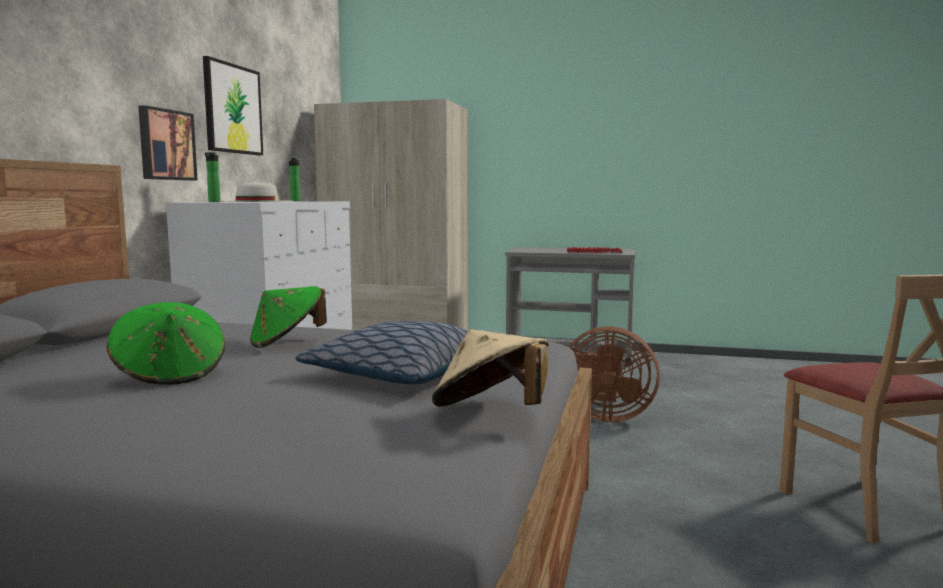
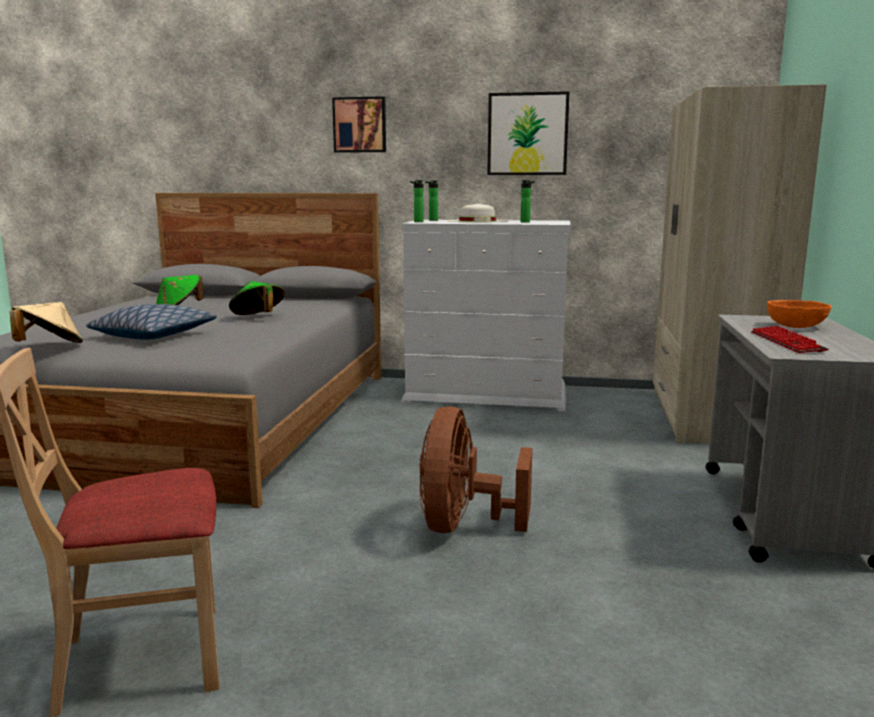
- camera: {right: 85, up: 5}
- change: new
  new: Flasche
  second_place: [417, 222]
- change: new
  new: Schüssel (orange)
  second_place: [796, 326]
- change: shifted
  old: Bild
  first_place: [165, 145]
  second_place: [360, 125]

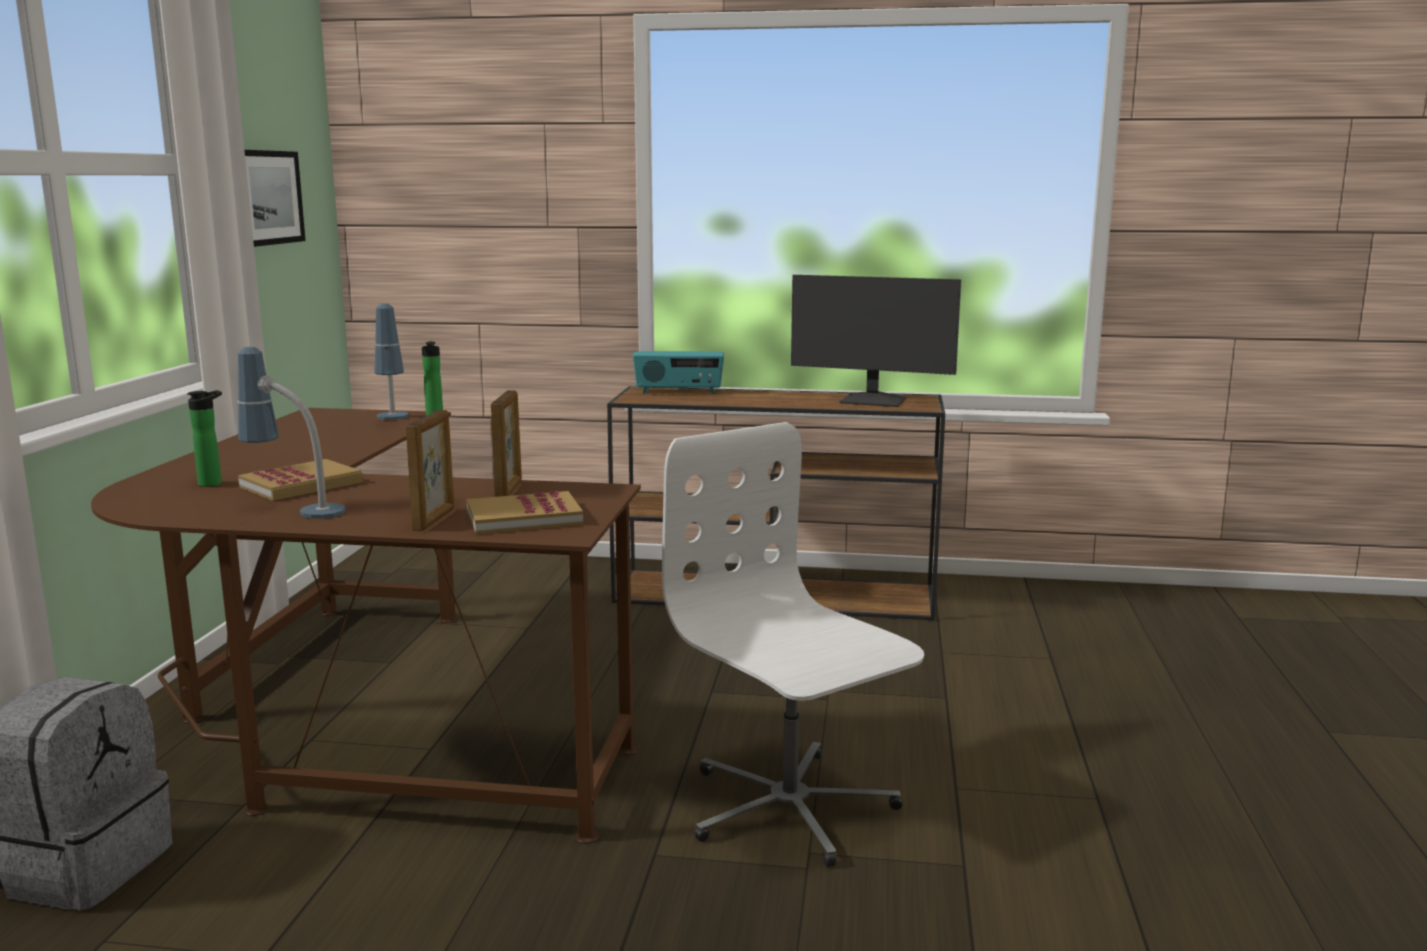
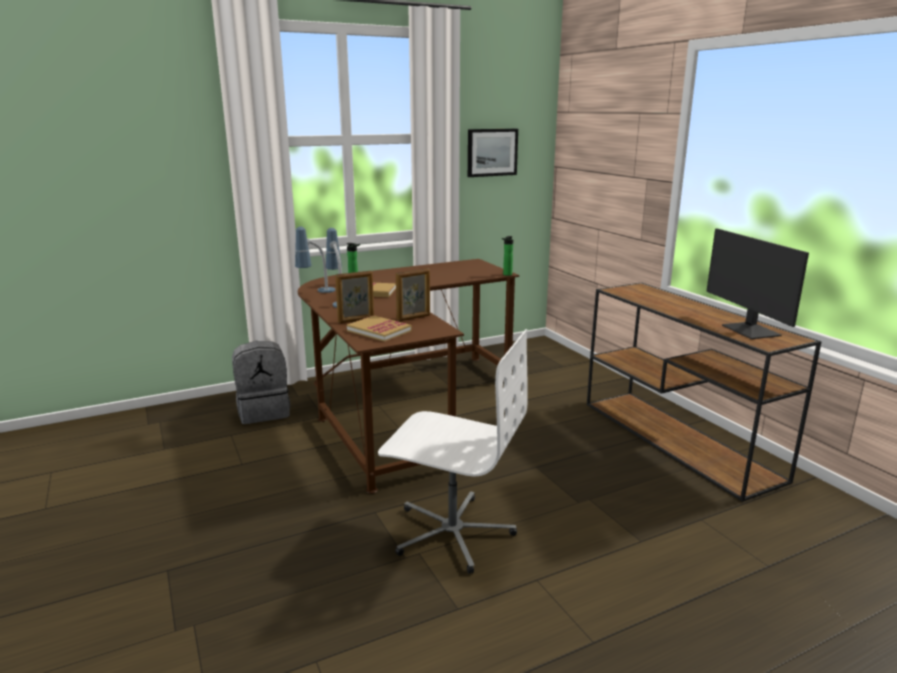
- camera: {right: 55, up: 5}
- change: gone
  old: Radio
  first_place: [679, 392]
- change: shifted
  old: Tischlampe
  first_place: [392, 421]
  second_place: [316, 293]
- change: rotated
  old: Bürostuhl (weiß)
  first_place: [788, 807]
  second_place: [452, 532]
  degrees: 90

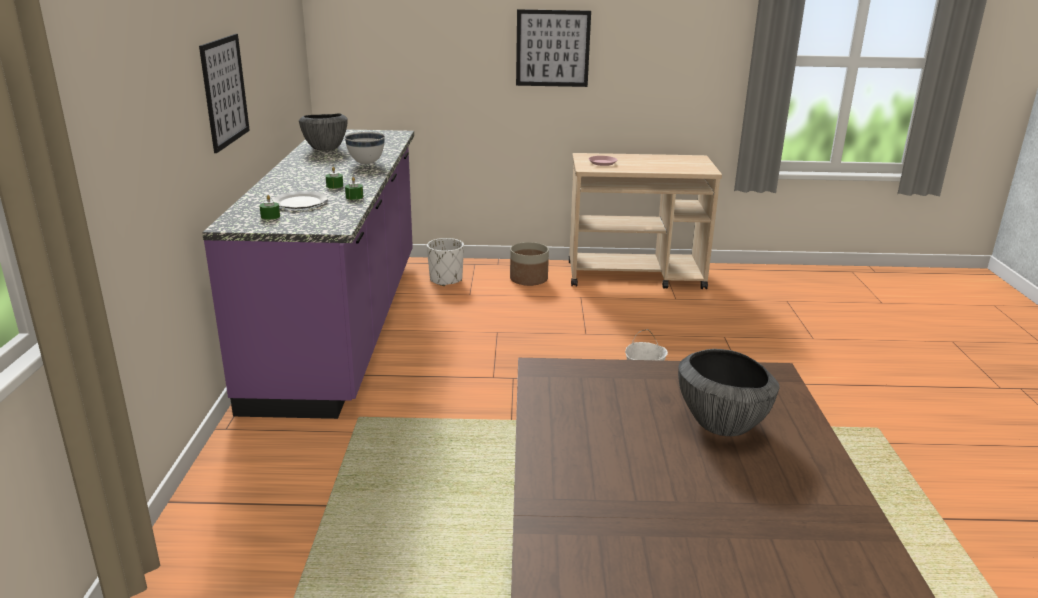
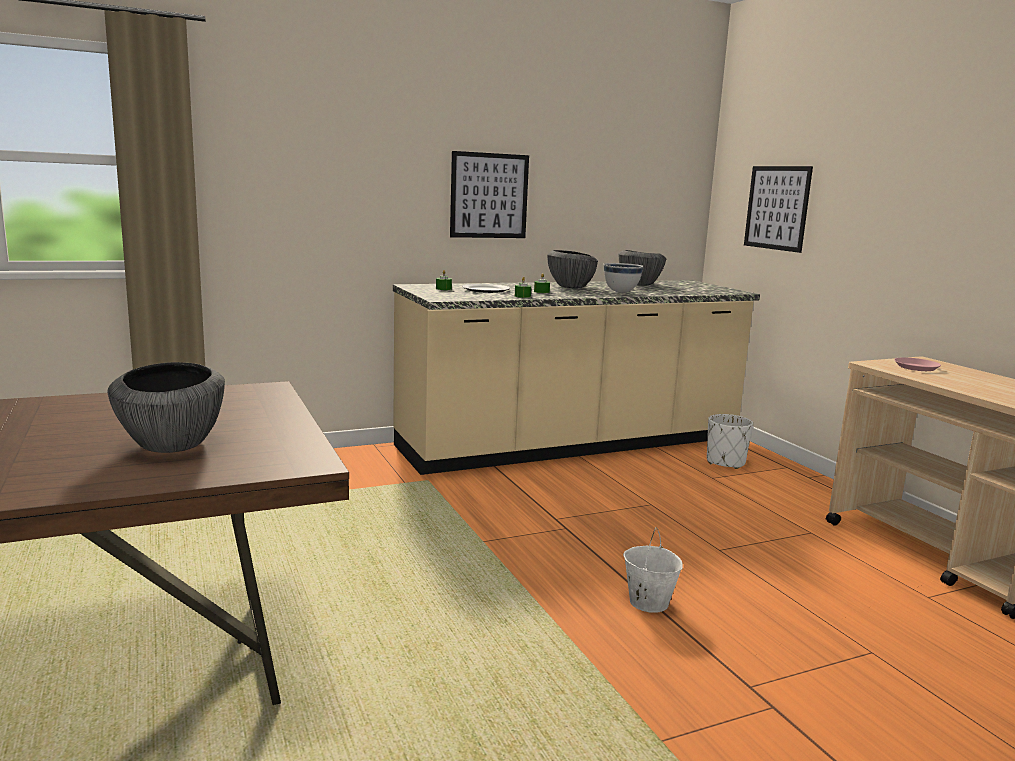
- camera: {right: 65, up: -10}
- change: gone
  old: Pflanzkübel
  first_place: [528, 279]
- change: new
  new: Schüssel
  second_place: [571, 287]
- change: shifted
  old: Bild
  first_place: [552, 48]
  second_place: [777, 208]
- change: repainted
  old: Küchenzeile (lila)
  new: Küchenzeile (beige)
  first_place: [343, 325]
  second_place: [571, 445]

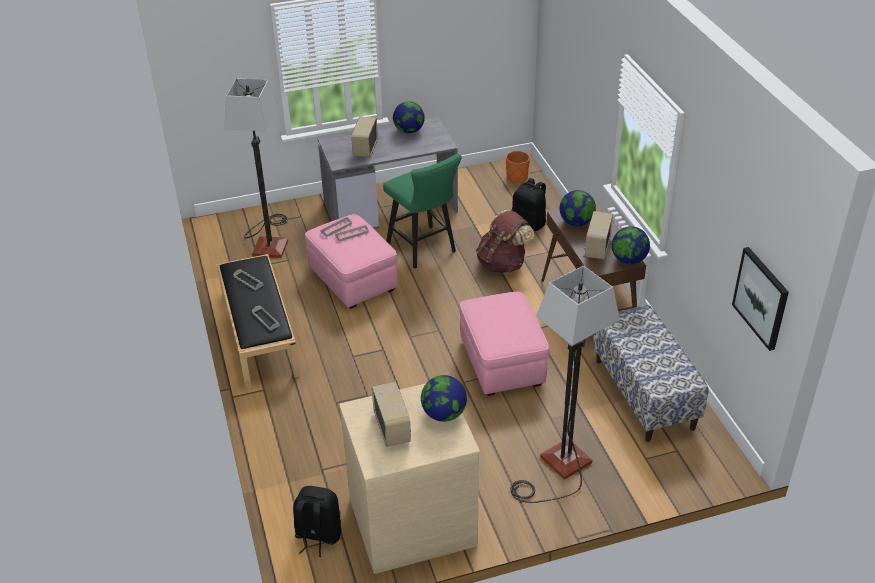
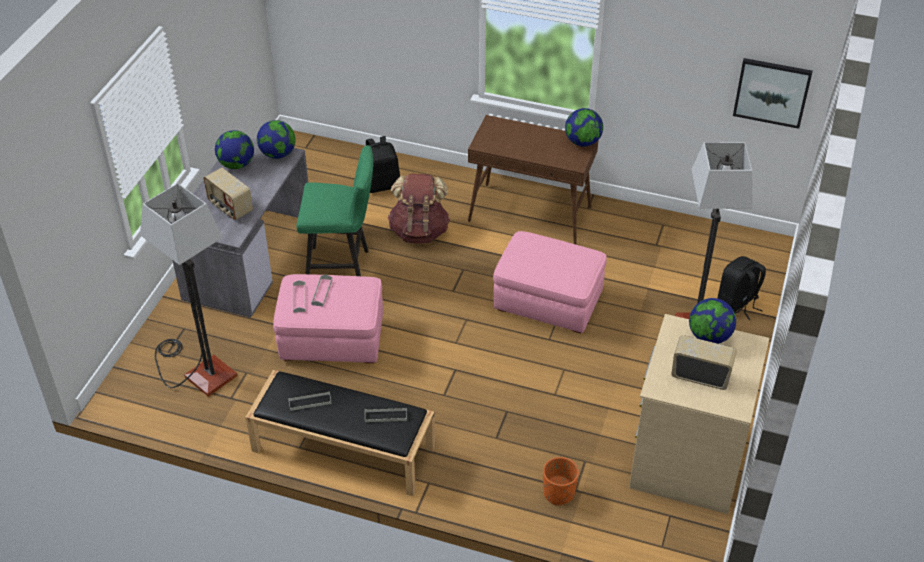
- camera: {right: -55, up: 5}
- change: gone
  old: Radio
  first_place: [597, 248]
- change: gone
  old: Bank
  first_place: [644, 394]
- change: shifted
  old: Rucksack (schwarz)
  first_place: [318, 536]
  second_place: [737, 304]
- change: shifted
  old: Pflanzkübel (orange)
  first_place: [517, 177]
  second_place: [558, 493]
- change: shifted
  old: Globus
  first_place: [576, 223]
  second_place: [278, 154]

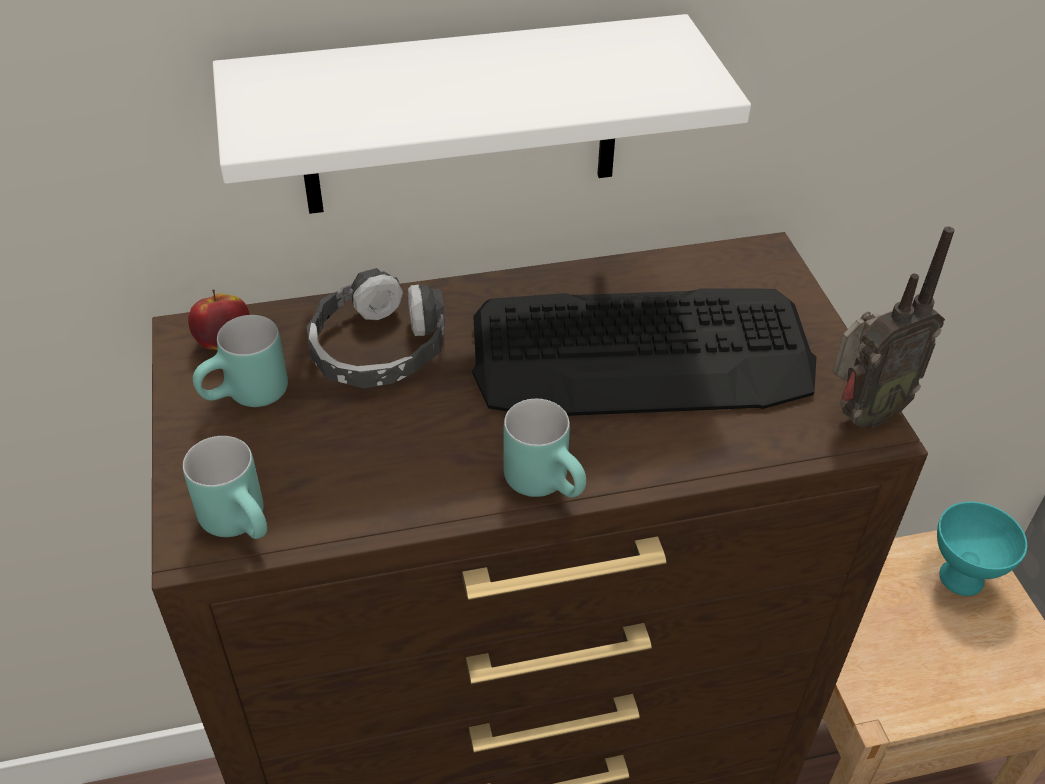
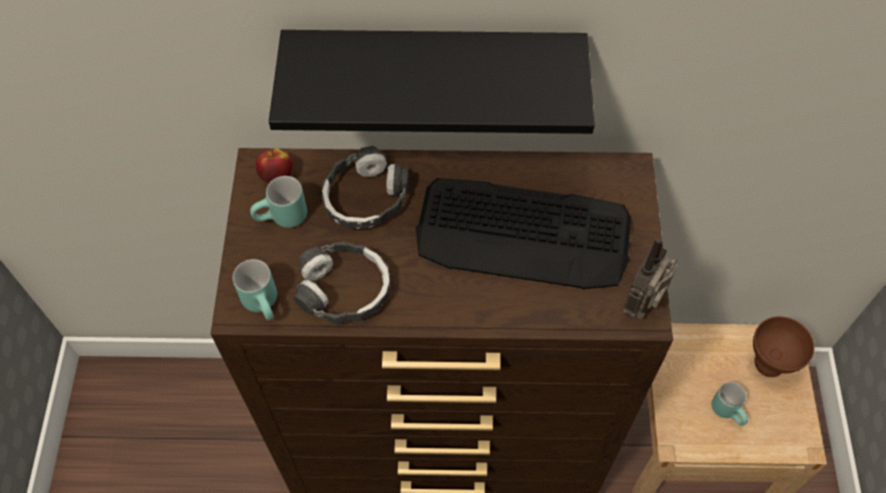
- camera: {right: 15, up: 15}
- change: new
  new: Kopfhörer
  second_place: [344, 289]
- change: shifted
  old: Henkelbecher (türkis)
  first_place: [549, 483]
  second_place: [729, 411]
- change: repainted
  old: Wandregal (weiß)
  new: Wandregal (schwarz)
  first_place: [460, 117]
  second_place: [434, 69]
- change: repainted
  old: Schüssel (türkis)
  new: Schüssel (braun)
  first_place: [962, 579]
  second_place: [769, 364]
- change: rotated
  old: Radio
  first_place: [861, 414]
  second_place: [643, 305]
  degrees: 135

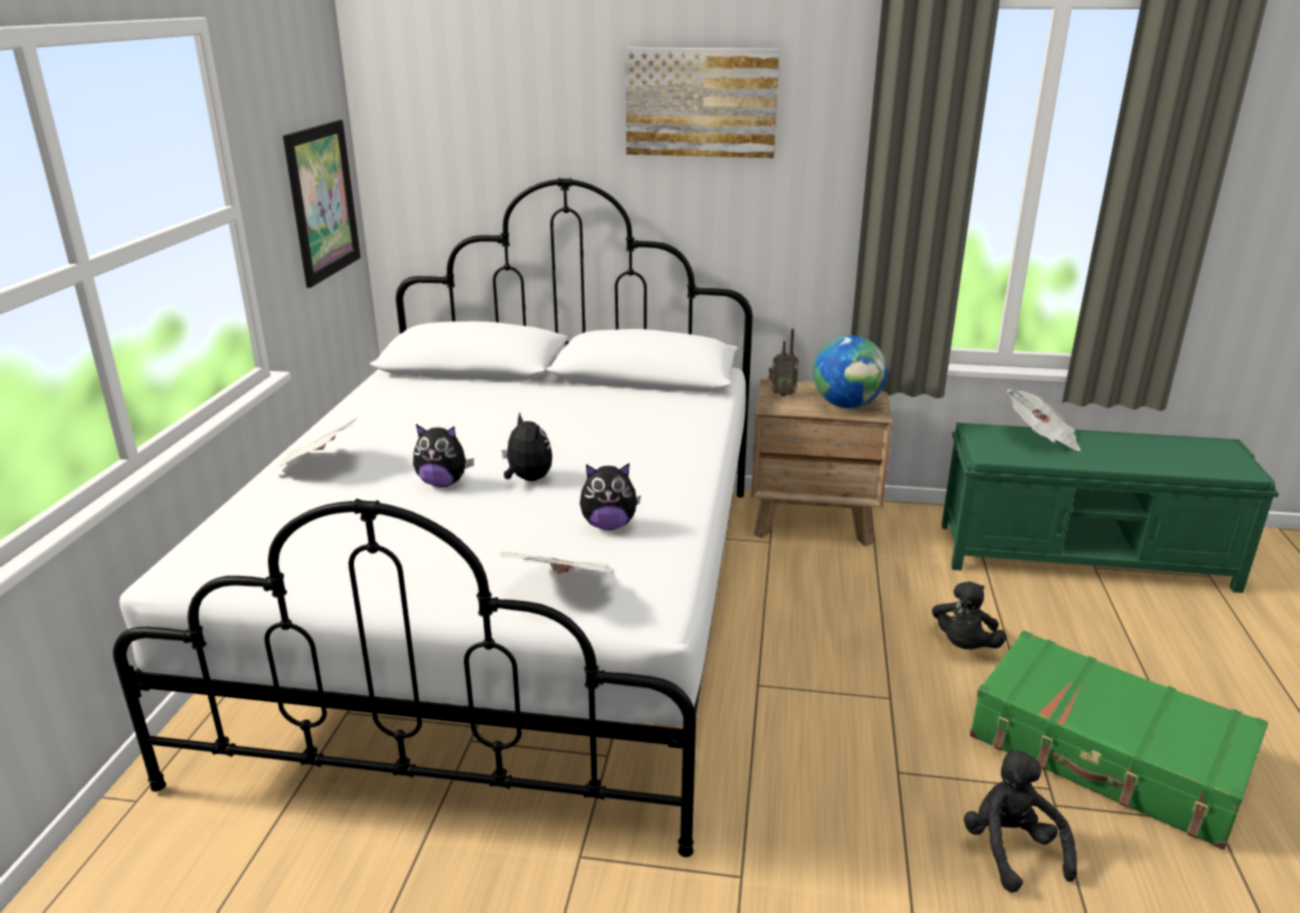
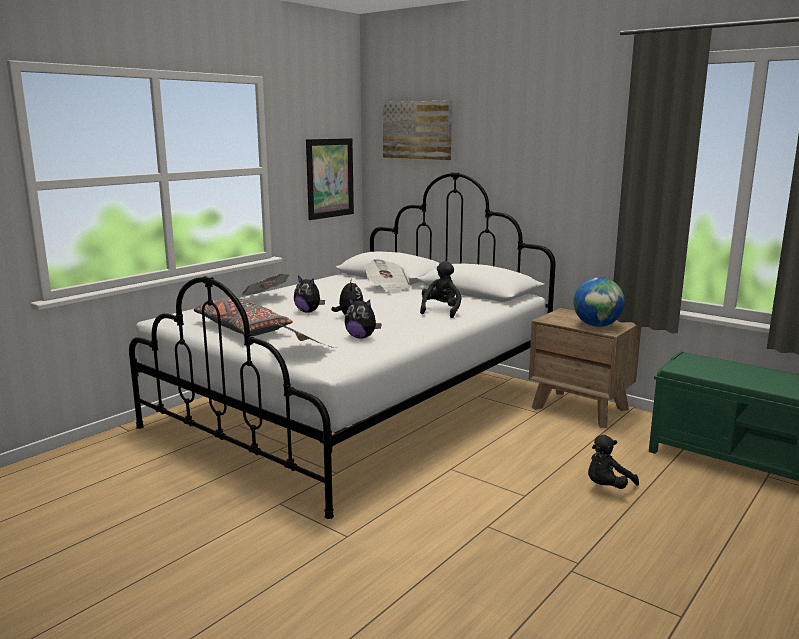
- camera: {right: 30, up: -10}
- change: gone
  old: Radio
  first_place: [782, 394]
- change: gone
  old: Koffer (grün)
  first_place: [1107, 756]
- change: new
  new: Kissen (grau)
  second_place: [241, 328]
- change: shifted
  old: Bild
  first_place: [701, 102]
  second_place: [417, 130]
- change: shifted
  old: Plüschtier (schwarz)
  first_place: [1011, 849]
  second_place: [441, 311]
- change: shifted
  old: Zeitung
  first_place: [1041, 439]
  second_place: [387, 288]

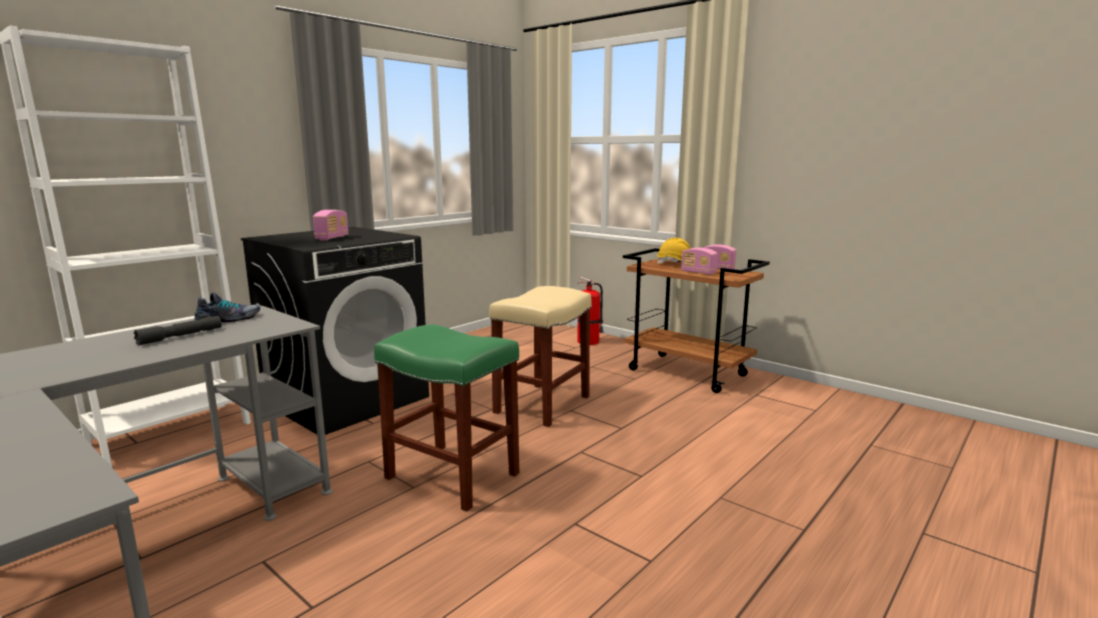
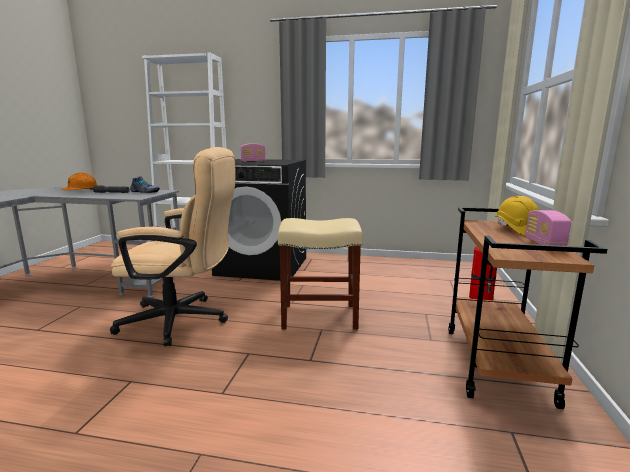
- camera: {right: 60, up: 0}
- change: gone
  old: Radio
  first_place: [698, 273]
- change: new
  new: Schutzhelm (orange)
  second_place: [82, 191]
- change: swapped
  old: Hocker (grün)
  new: Bürostuhl (beige)
  first_place: [454, 476]
  second_place: [183, 321]

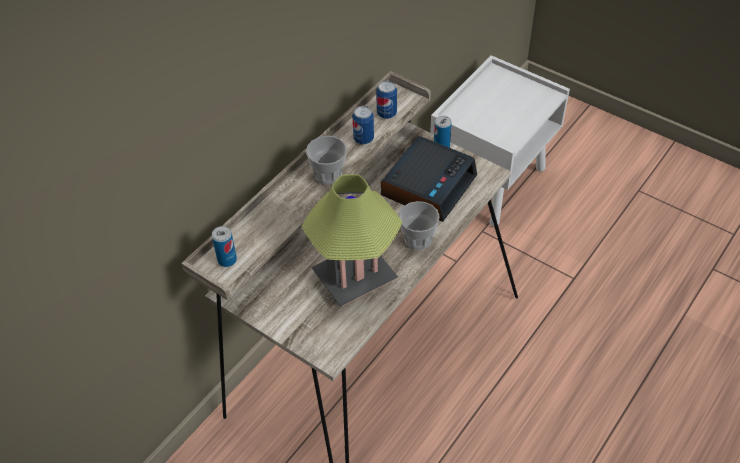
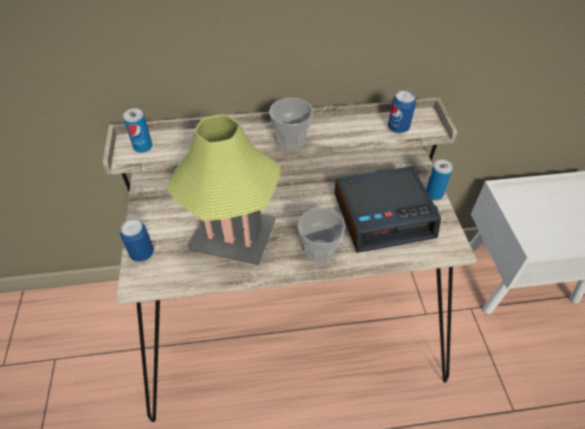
- camera: {right: 45, up: 0}
- change: shifted
  old: Dose
  first_place: [363, 139]
  second_place: [142, 254]

